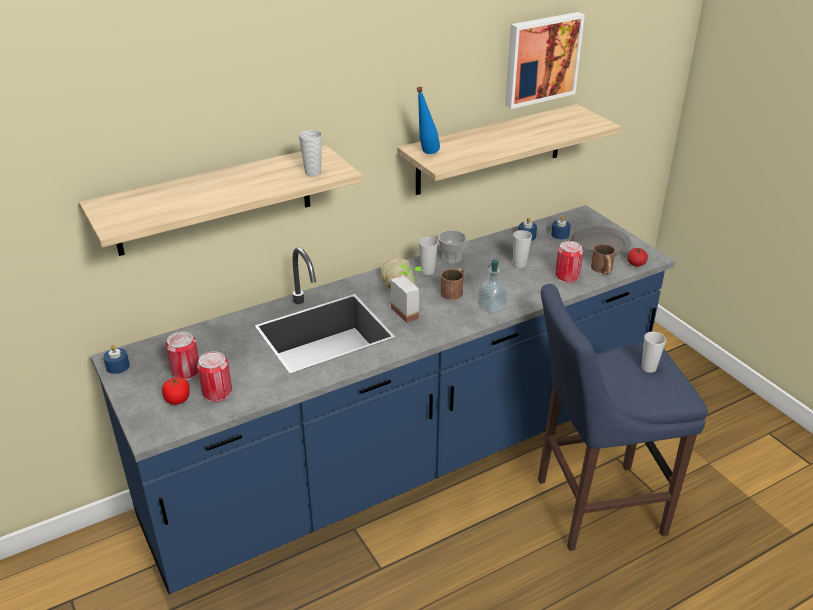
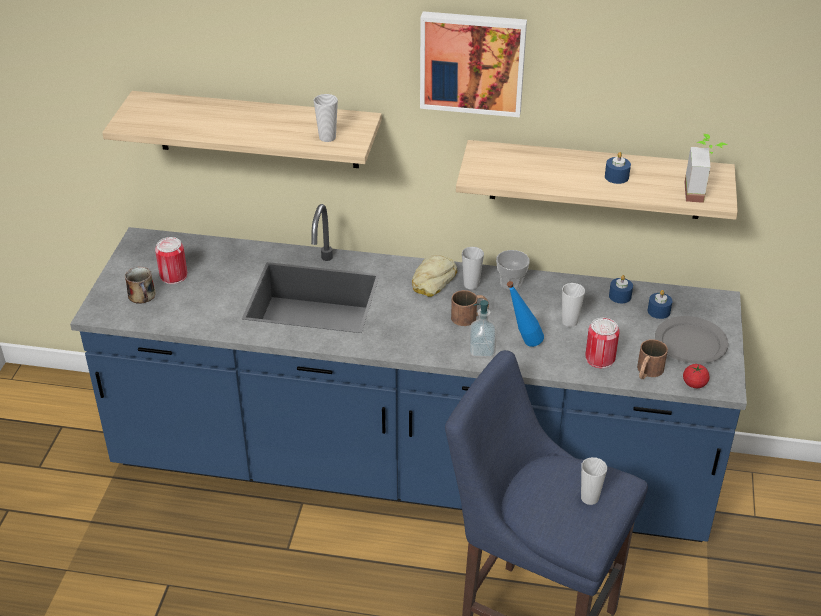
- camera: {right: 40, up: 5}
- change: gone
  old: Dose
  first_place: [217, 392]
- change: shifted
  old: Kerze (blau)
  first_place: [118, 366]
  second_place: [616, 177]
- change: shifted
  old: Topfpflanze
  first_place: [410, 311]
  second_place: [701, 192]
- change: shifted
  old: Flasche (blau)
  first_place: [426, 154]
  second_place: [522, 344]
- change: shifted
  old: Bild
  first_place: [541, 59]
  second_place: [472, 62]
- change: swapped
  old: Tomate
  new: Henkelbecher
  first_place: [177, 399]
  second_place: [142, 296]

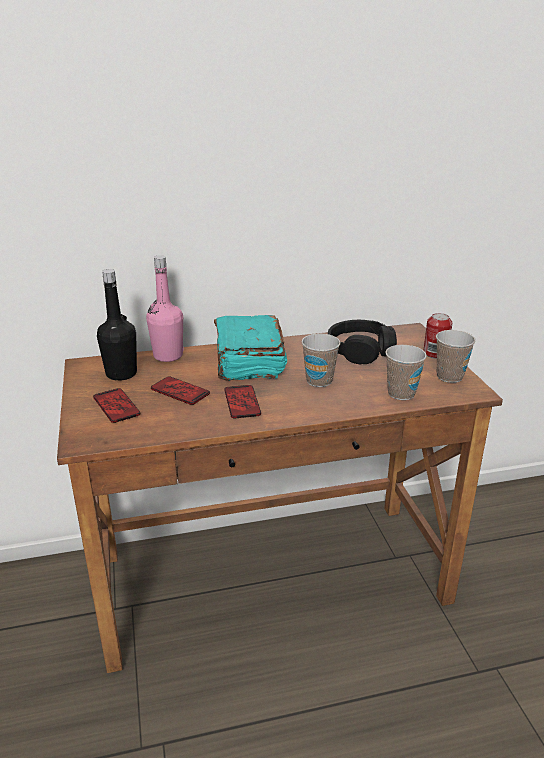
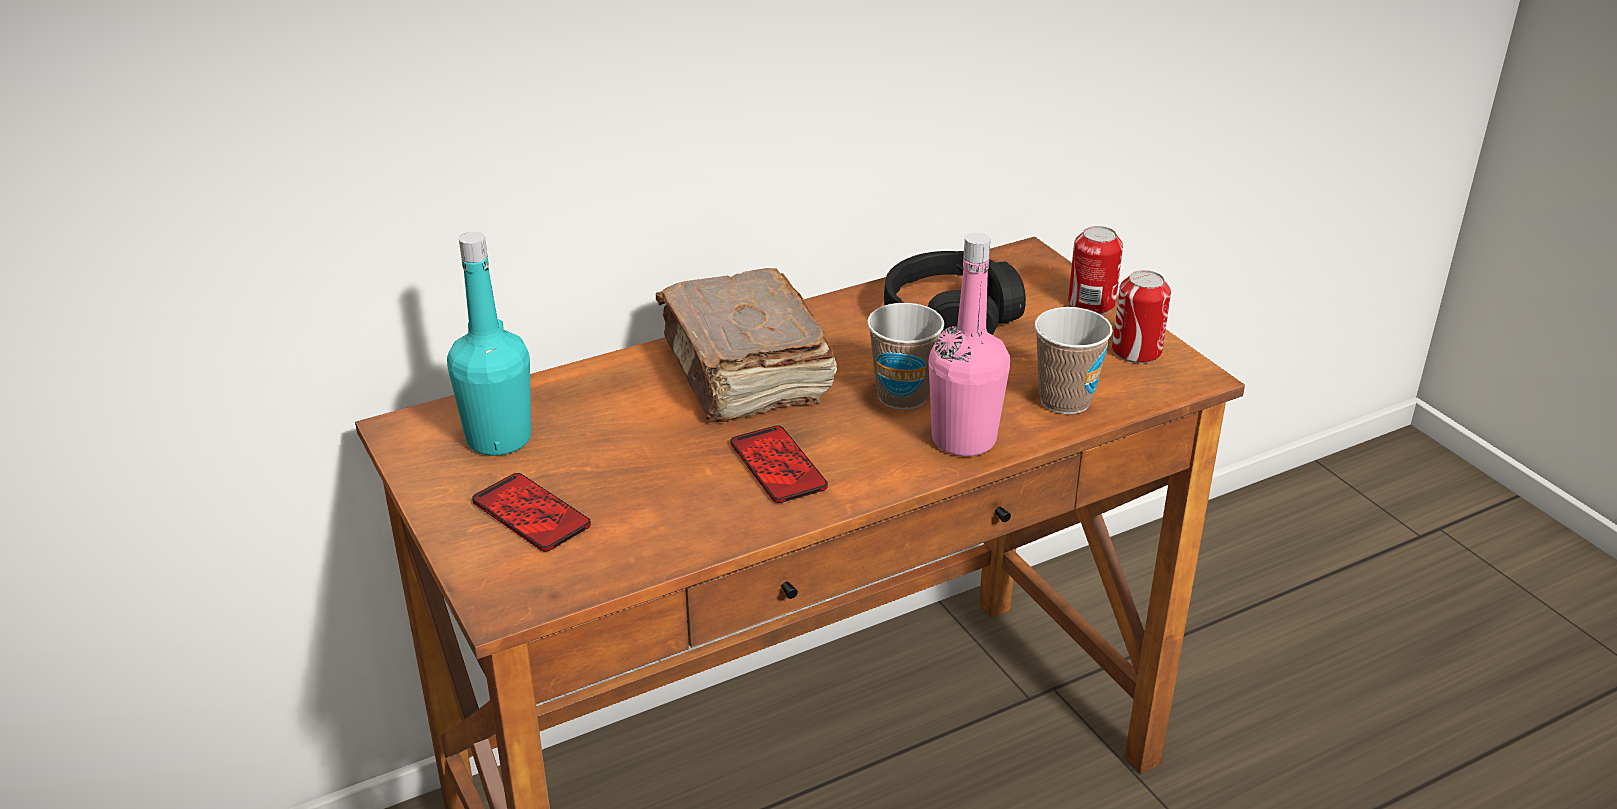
- camera: {right: -15, up: 5}
- change: gone
  old: Handy
  first_place: [180, 391]
- change: shifted
  old: Flasche (rosa)
  first_place: [168, 356]
  second_place: [963, 440]
- change: swapped
  old: Tasse
  new: Dose
  first_place: [449, 376]
  second_place: [1136, 351]
- change: repainted
  old: Flasche (schwarz)
  new: Flasche (türkis)
  first_place: [121, 374]
  second_place: [499, 439]
- change: repainted
  old: Buch (türkis)
  new: Buch (braun)
  first_place: [248, 362]
  second_place: [745, 373]

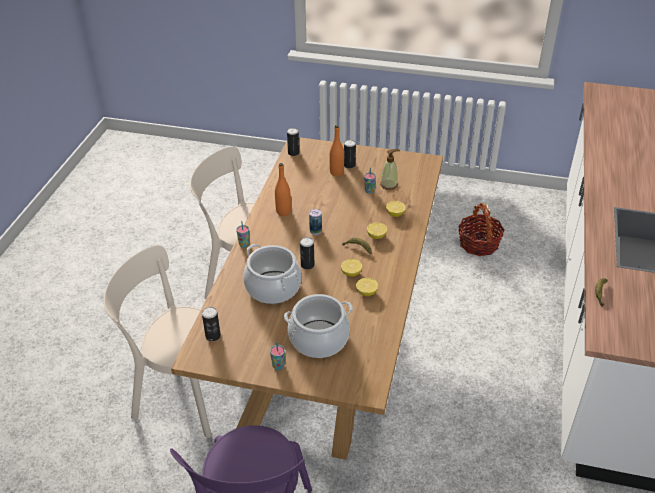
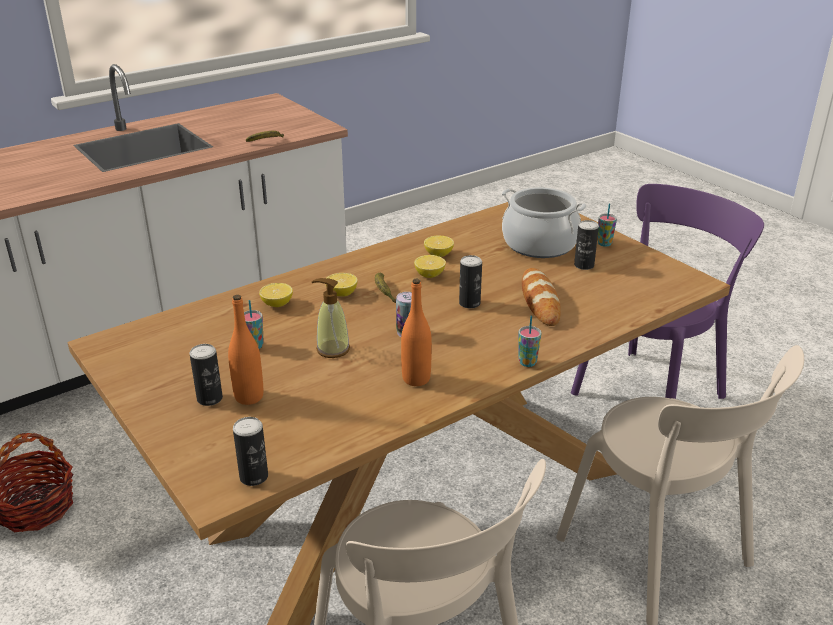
- camera: {right: -140, up: -10}
- change: shifted
  old: Dose
  first_place: [213, 336]
  second_place: [584, 265]
- change: shifted
  old: Seifenspender
  first_place: [389, 184]
  second_place: [332, 349]
- change: swapped
  old: Kochtopf
  new: Brot
  first_place: [273, 287]
  second_place: [540, 301]

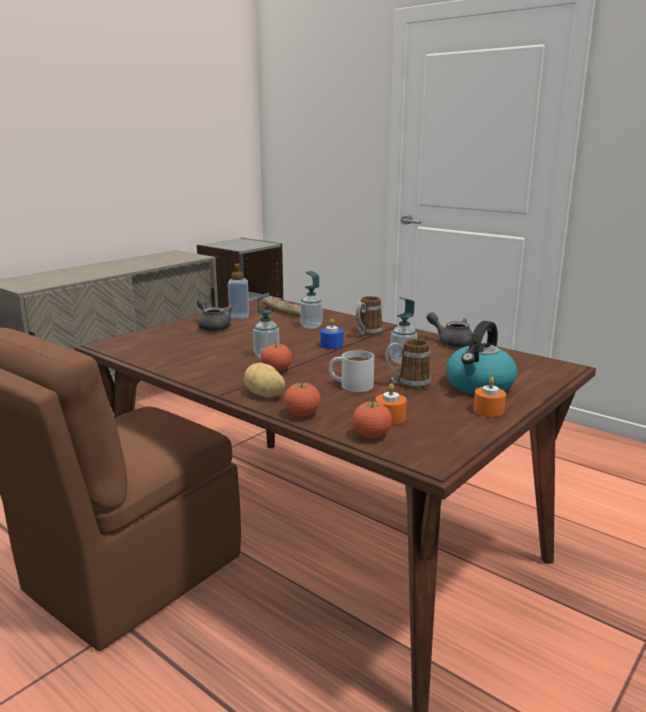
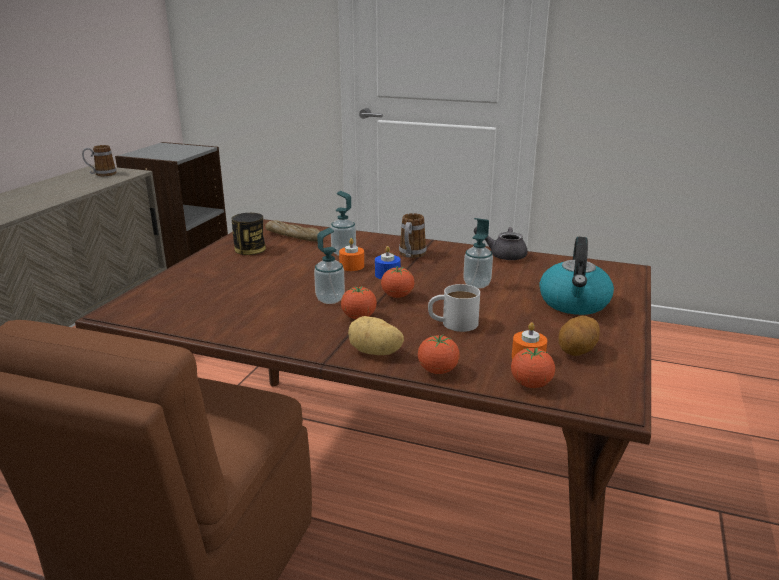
- camera: {right: -20, up: 5}
- change: gone
  old: Teekanne (grau)
  first_place: [213, 327]
- change: new
  new: Tomate
  second_place: [397, 296]
- change: new
  new: Kartoffel
  second_place: [577, 351]
- change: shifted
  old: Henkelbecher
  first_place: [407, 384]
  second_place: [101, 174]
- change: shifted
  old: Kerze (orange)
  first_place: [488, 410]
  second_place: [352, 266]
- change: swapped
  old: Seifenspender
  new: Dose
  first_place: [239, 316]
  second_place: [250, 249]

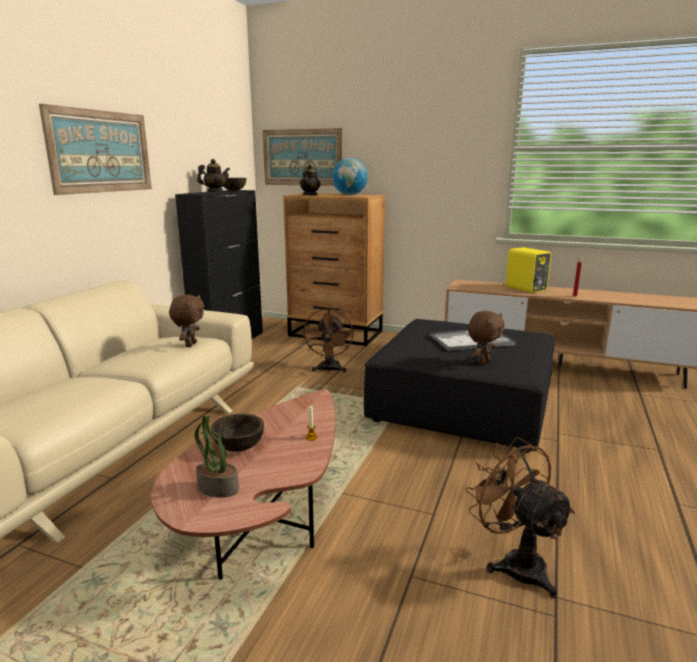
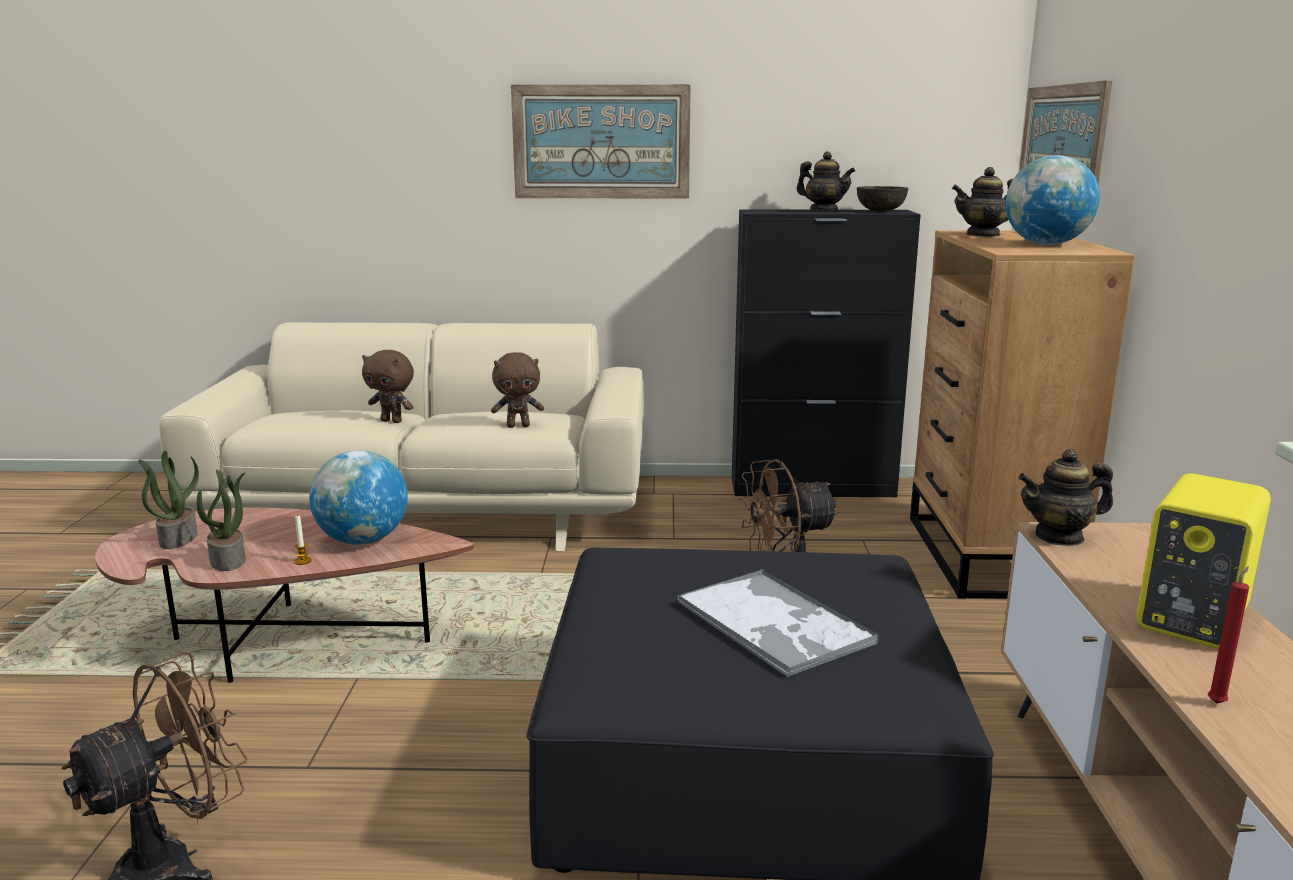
- camera: {right: 70, up: 0}
- change: gone
  old: Schüssel (braun)
  first_place: [239, 446]
- change: new
  new: Topfpflanze
  second_place: [229, 560]
- change: new
  new: Globus
  second_place: [362, 540]
- change: new
  new: Teekanne
  second_place: [1059, 537]
- change: shifted
  old: Plüschtier (braun)
  first_place: [483, 362]
  second_place: [392, 421]

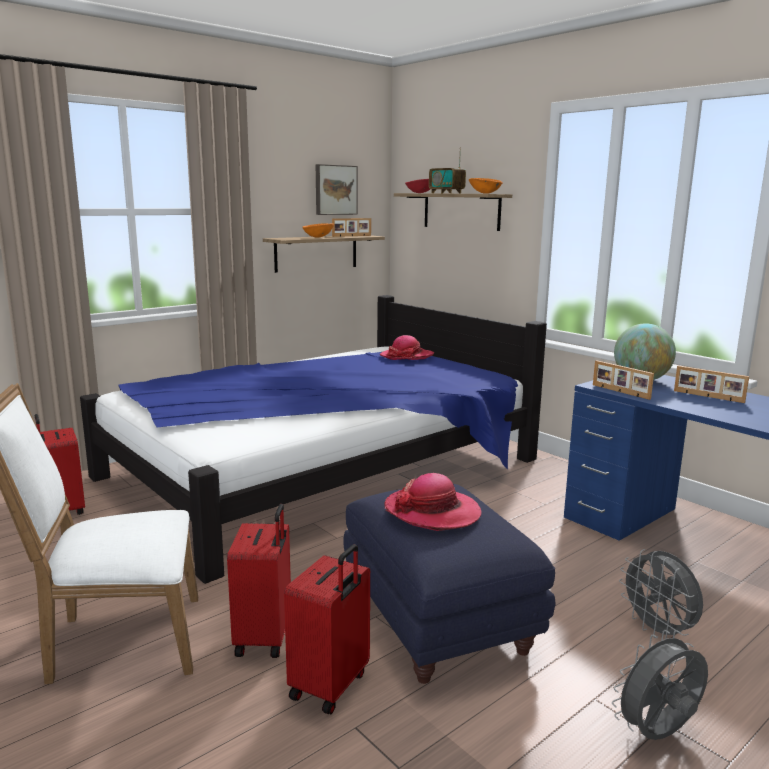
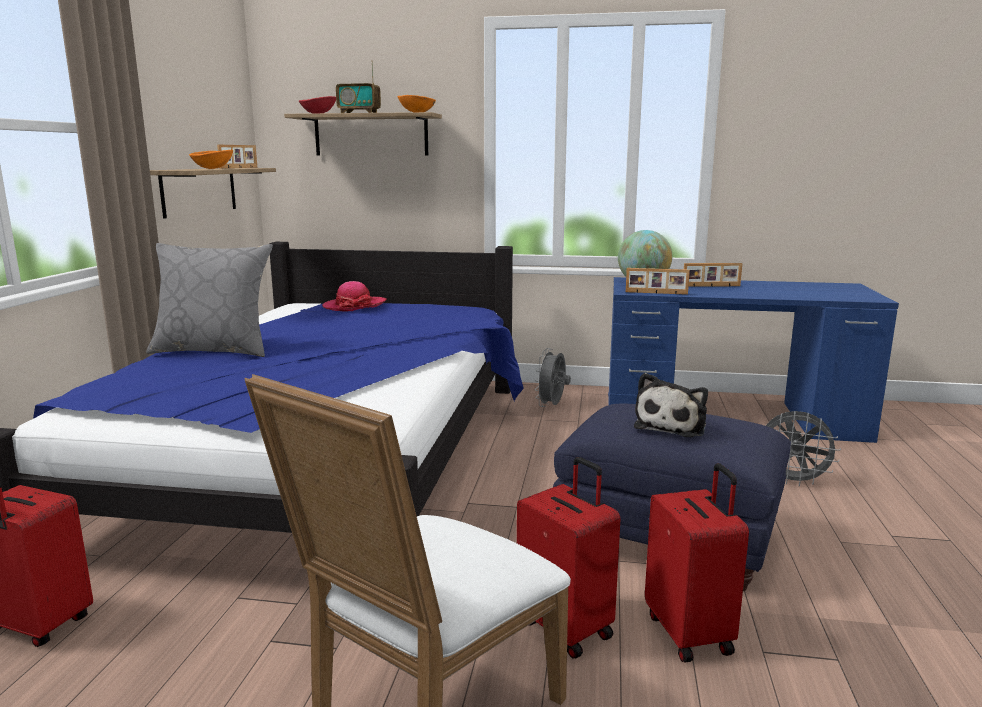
- camera: {right: -40, up: 0}
- change: gone
  old: Bild
  first_place: [335, 190]
- change: new
  new: Kissen (grau)
  second_place: [214, 350]
- change: shifted
  old: Ventilator (grau)
  first_place: [658, 735]
  second_place: [552, 406]
- change: swapped
  old: Hut
  new: Plüschtier
  first_place: [432, 512]
  second_place: [672, 425]

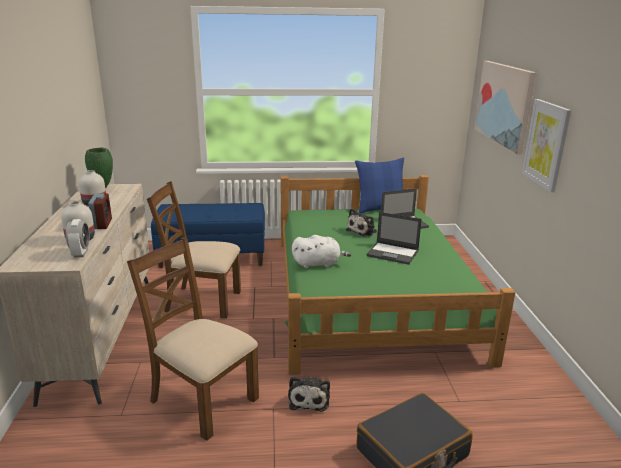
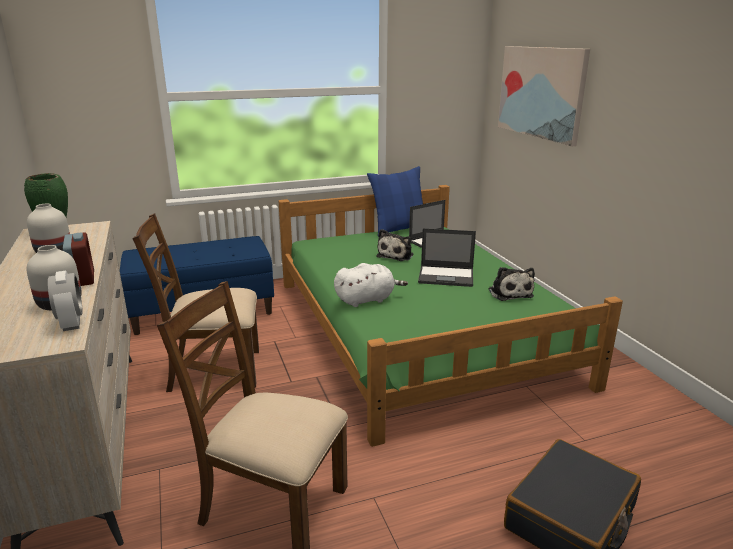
- camera: {right: -15, up: 0}
- change: gone
  old: Bild
  first_place: [546, 144]
- change: shifted
  old: Plüschtier
  first_place: [309, 399]
  second_place: [509, 292]

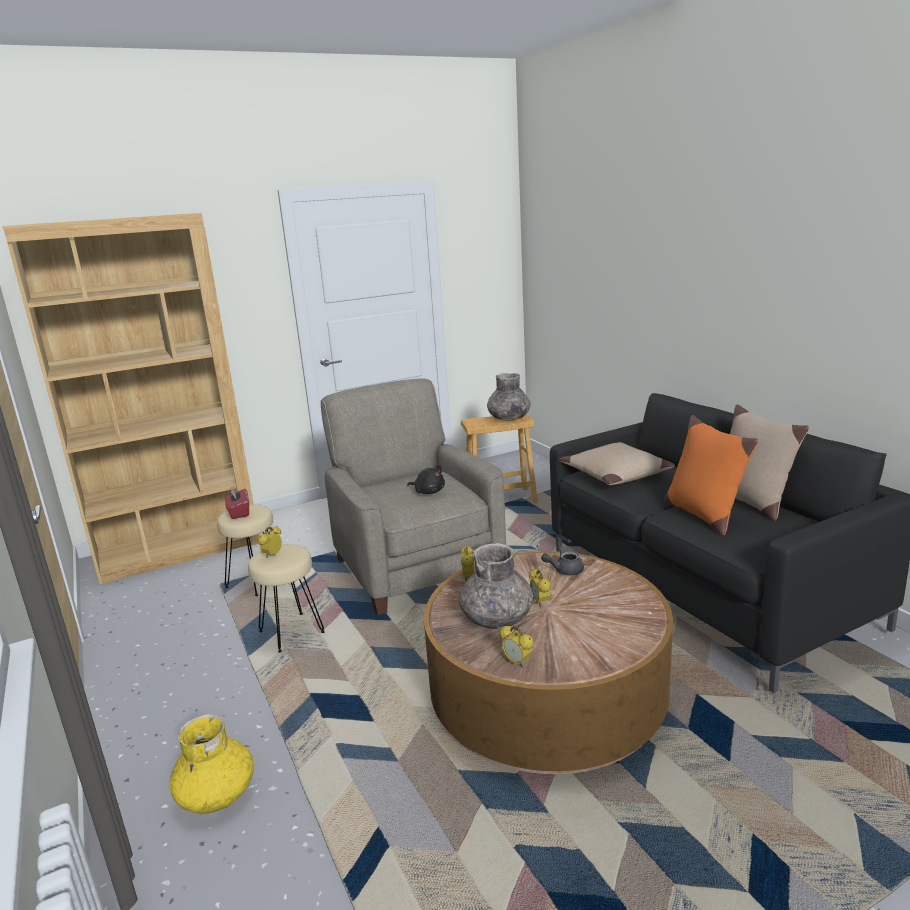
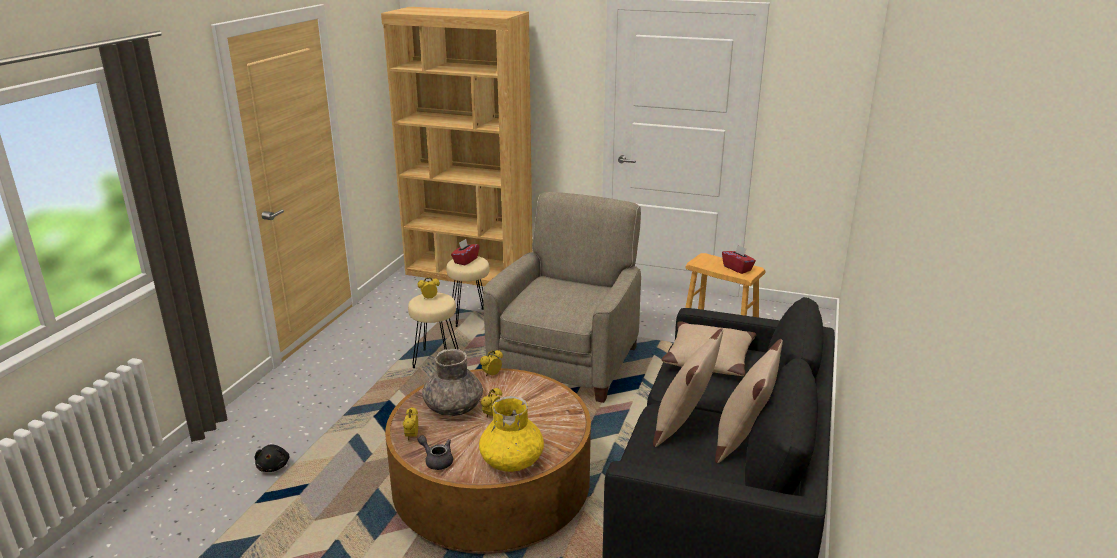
- camera: {right: 45, up: 5}
- change: shifted
  old: Vase (gelb)
  first_place: [217, 794]
  second_place: [512, 460]
- change: shifted
  old: Plüschtier (schwarz)
  first_place: [428, 492]
  second_place: [274, 466]
- change: shifted
  old: Teekanne (grau)
  first_place: [564, 570]
  second_place: [436, 460]
- change: swapped
  old: Vase (grau)
  new: Taschentuchbox (rot)
  first_place: [508, 418]
  second_place: [737, 268]
- change: repainted
  old: Kissen (orange)
  new: Kissen (beige)
  first_place: [703, 514]
  second_place: [684, 425]

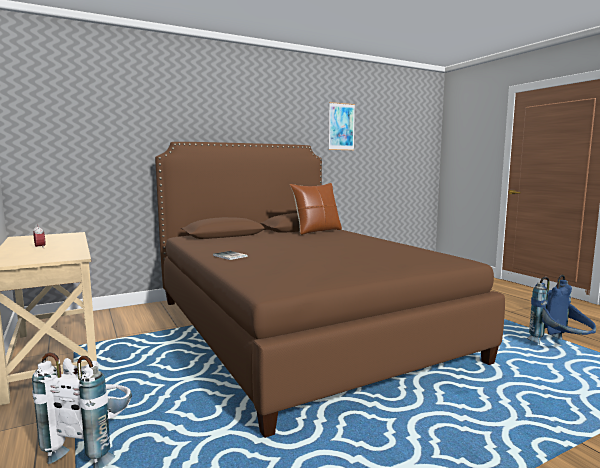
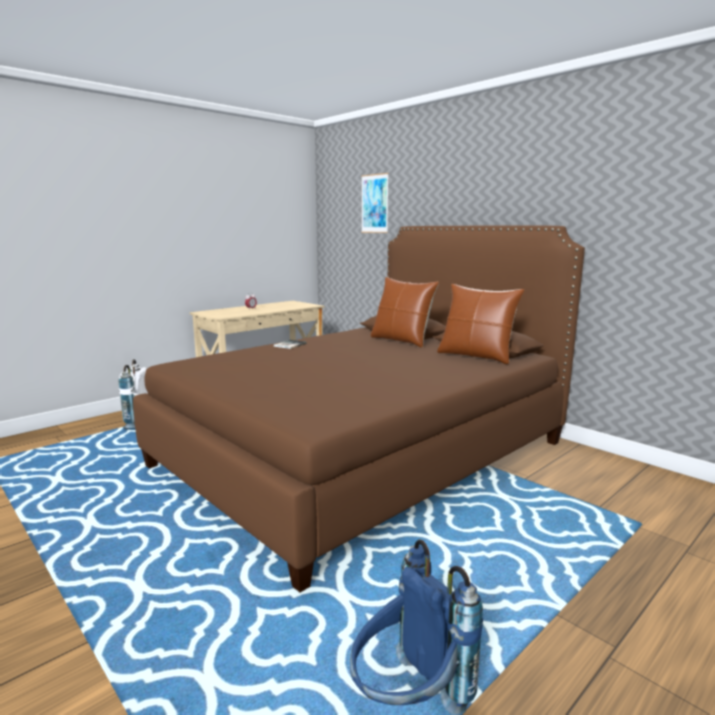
- camera: {right: 75, up: 5}
- change: new
  new: Kissen (braun)
  second_place: [401, 341]
- change: shifted
  old: Bild
  first_place: [341, 126]
  second_place: [374, 203]

